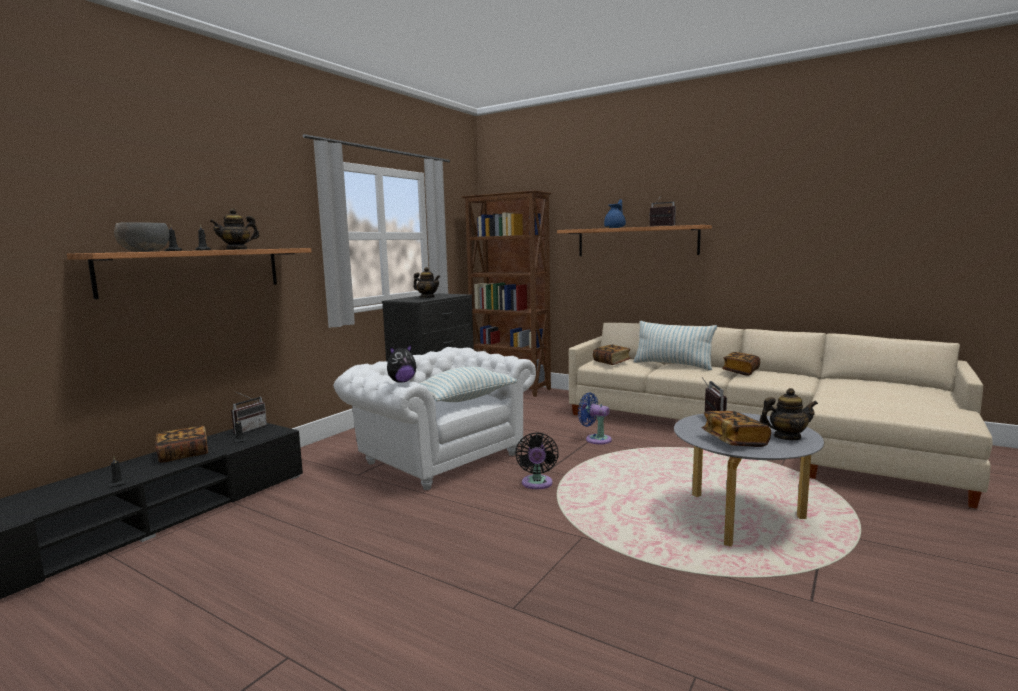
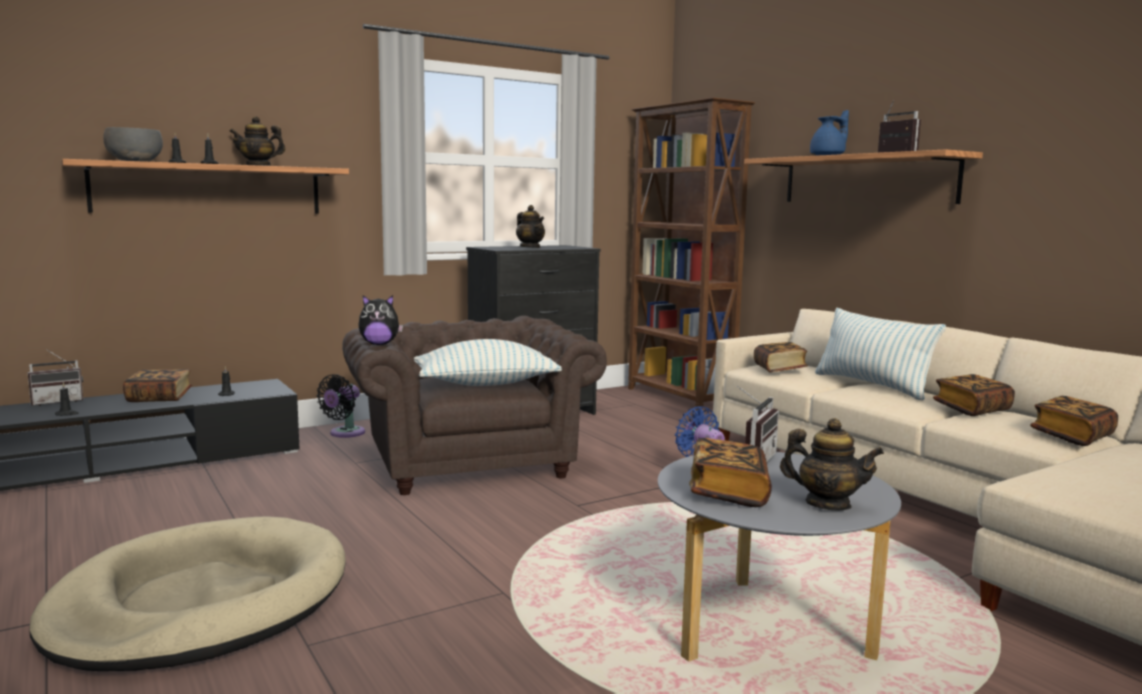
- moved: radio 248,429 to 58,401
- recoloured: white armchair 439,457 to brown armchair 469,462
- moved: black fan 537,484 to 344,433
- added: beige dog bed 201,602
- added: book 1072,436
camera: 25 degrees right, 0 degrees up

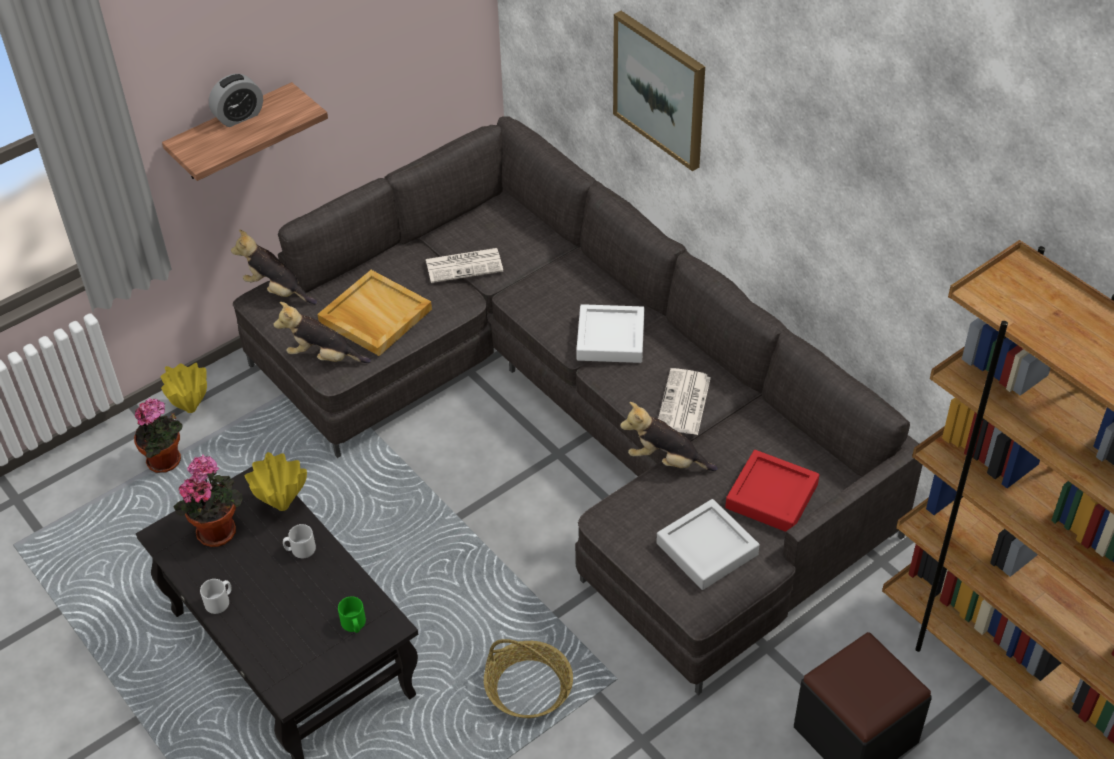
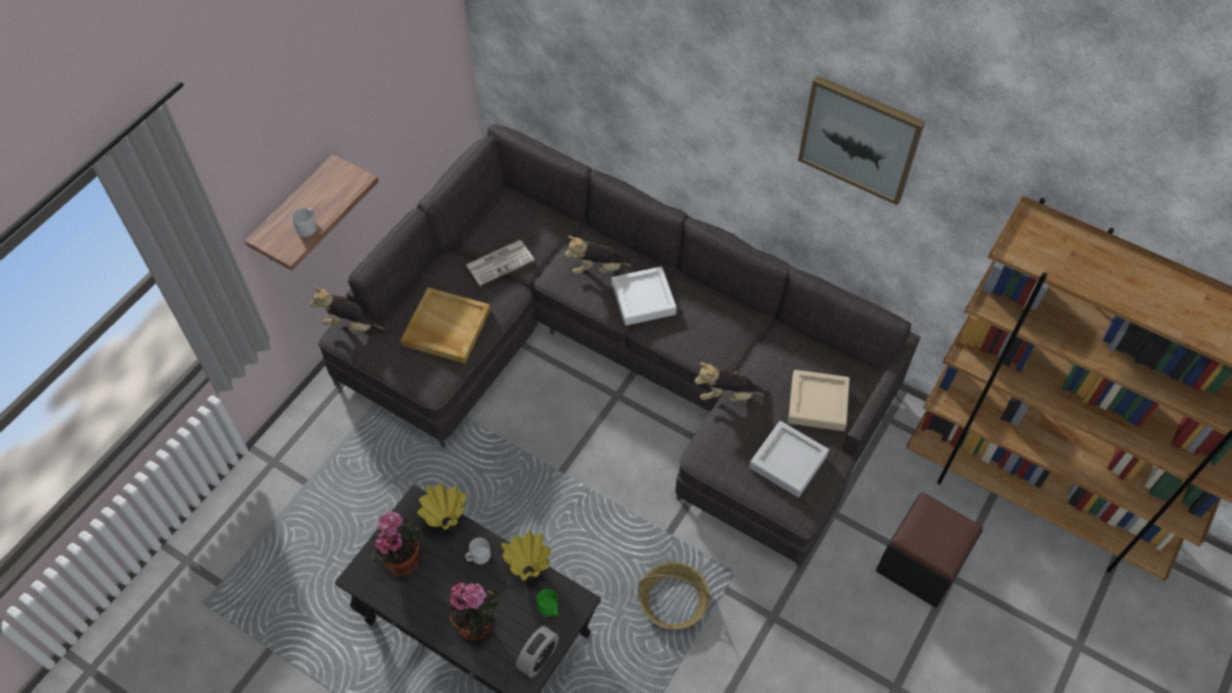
- moved: potted plant 167,461 to 478,624
- moved: yellow vase 191,409 to 529,571
- moved: grey mug 220,602 to 308,227
- moved: alarm clock 239,117 to 538,657
- moved: plush toy 323,357 to 599,269
- moved: picture 660,89 to 860,139
- removed: newspaper 684,403
- recoloured: red tray 771,496 to beige tray 817,403
camera: 20 degrees left, 10 degrees up

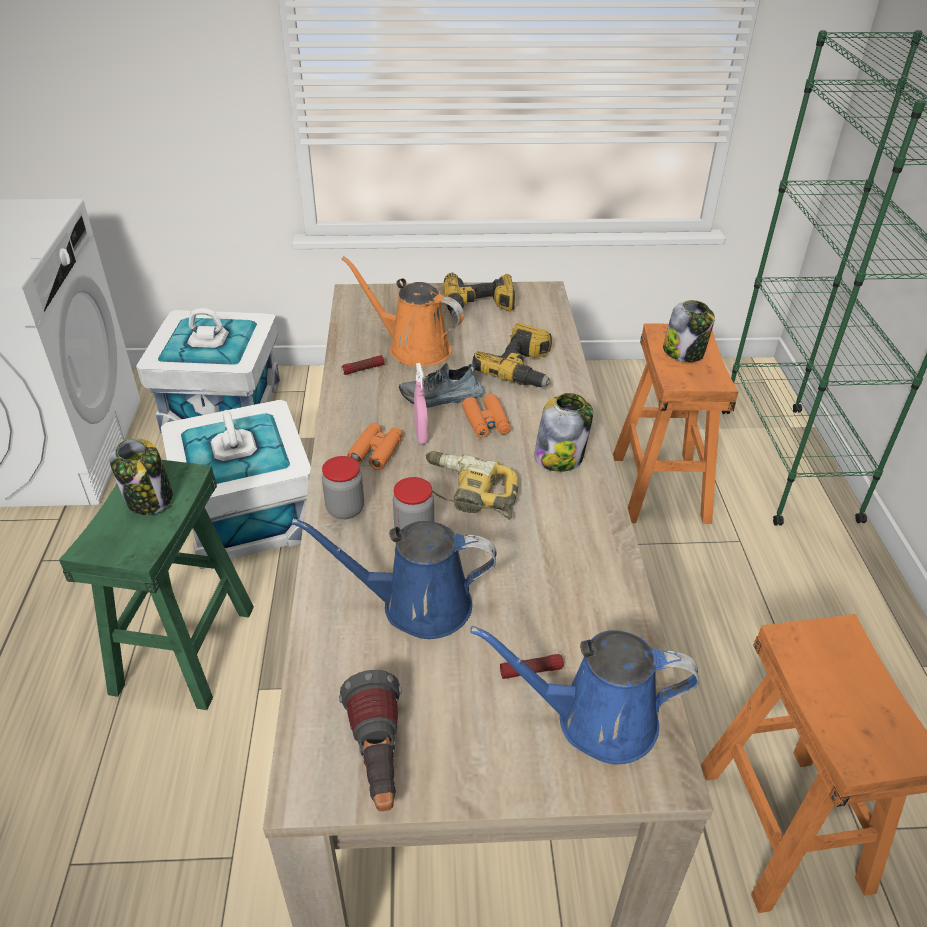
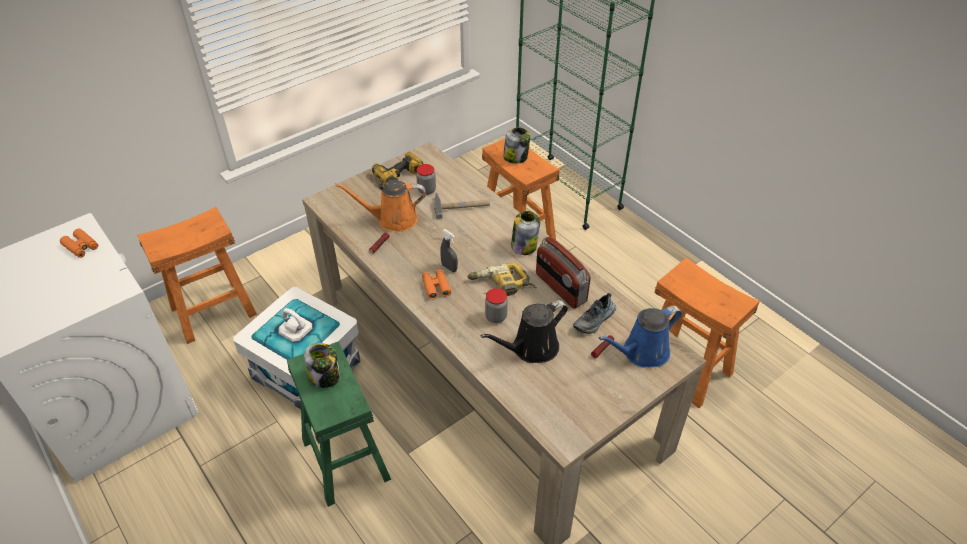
- replaced: white storage box 222,404 to orange stool 213,310
- recoloured: blue watering can 417,605 to black watering can 531,348
- moved: jar 345,509 to 426,190
- removed: flashlight 378,759
- moved: shoe 441,398 to 595,320
- recoloured: pink spray bottle 421,436 to grey spray bottle 449,267
- moved: orange binoculars 486,422 to 81,247
- replaced: power drill 522,369 to hammer 461,206
- added: radio 560,288
camera: 35 degrees left, 5 degrees up

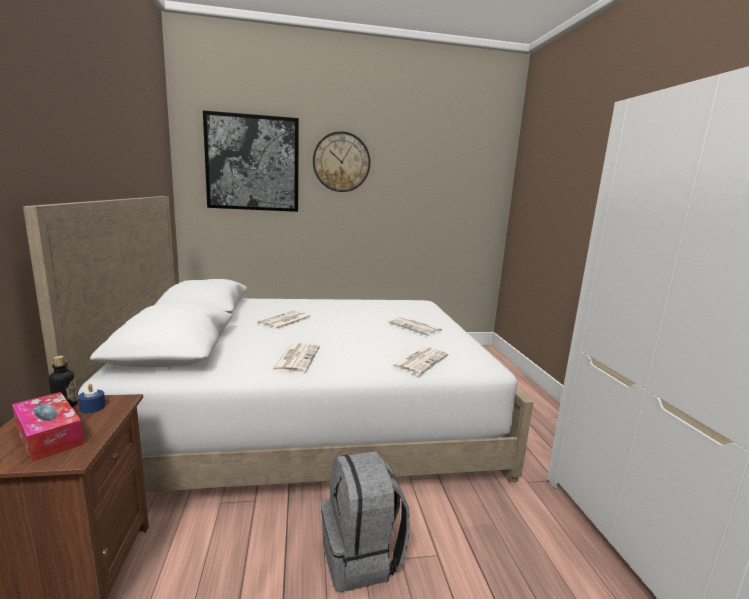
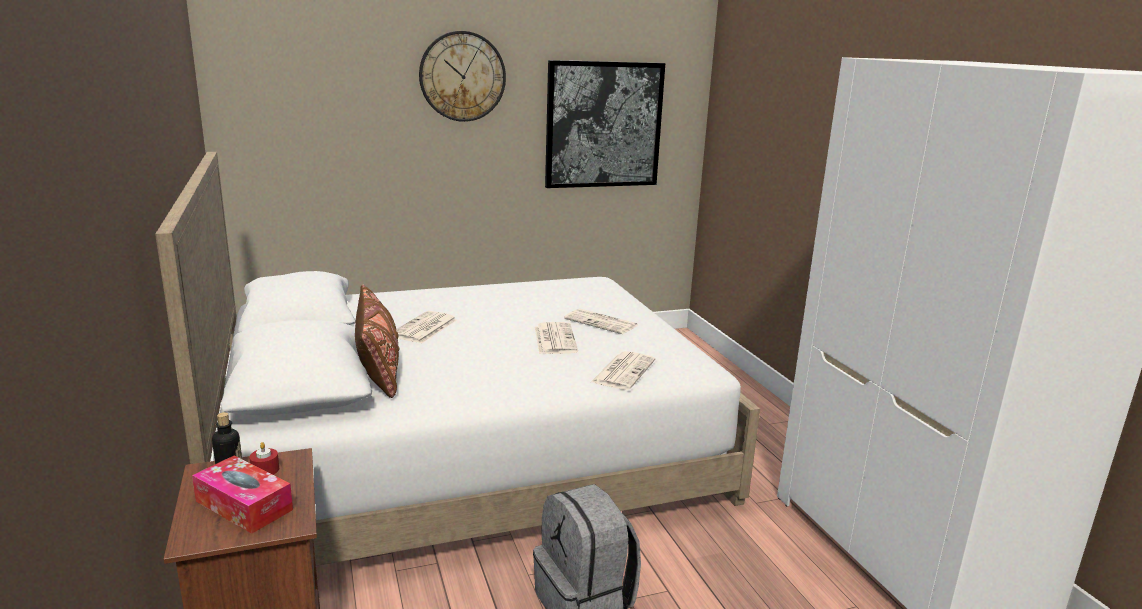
- recoloured: blue candle 92,407 to red candle 265,470
- moved: picture 253,163 to 603,125
- moved: newspaper 296,358 to 554,339
- added: brown pillow 378,369
camera: 10 degrees left, 5 degrees up

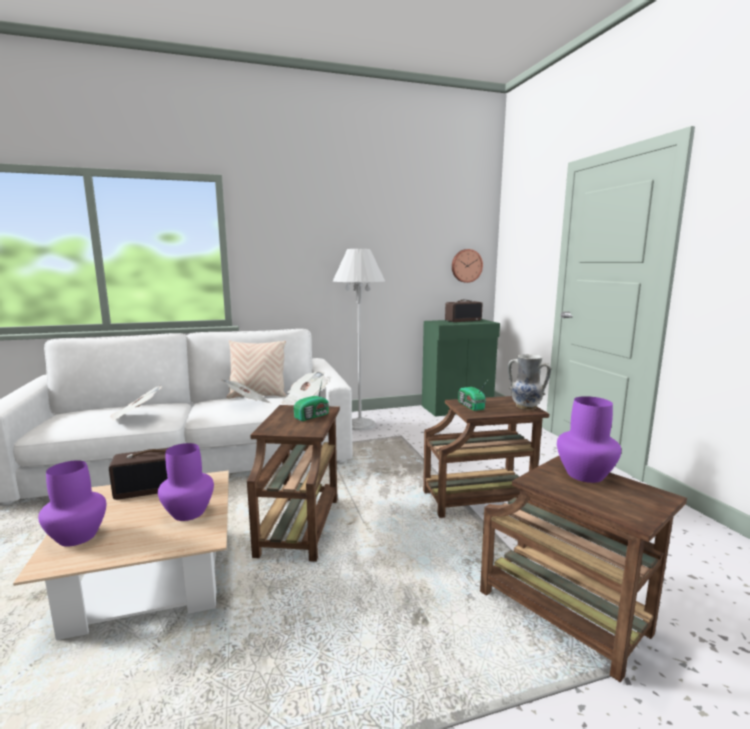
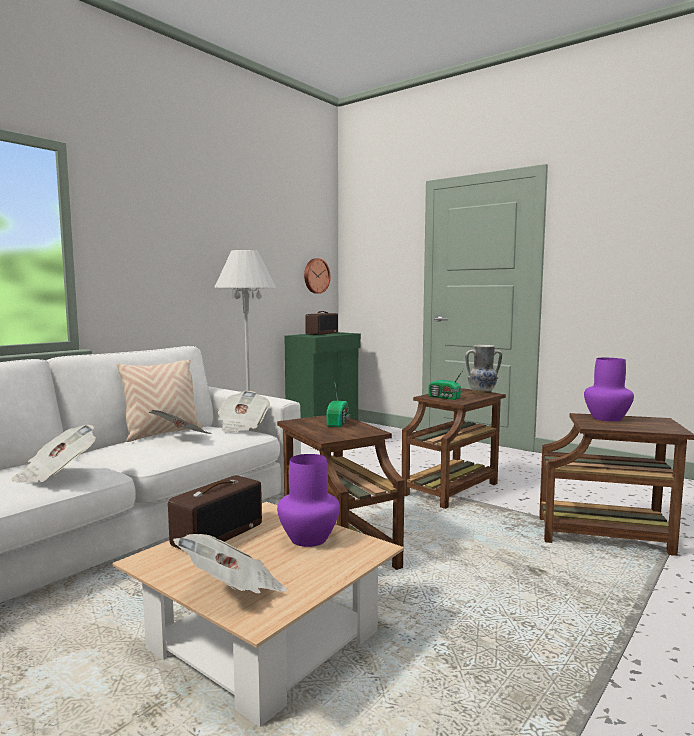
- replaced: purple vase 78,536 to newspaper 233,591
camera: 35 degrees left, 5 degrees down

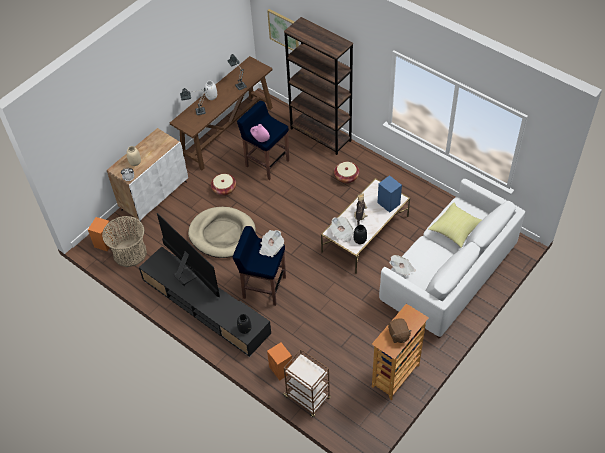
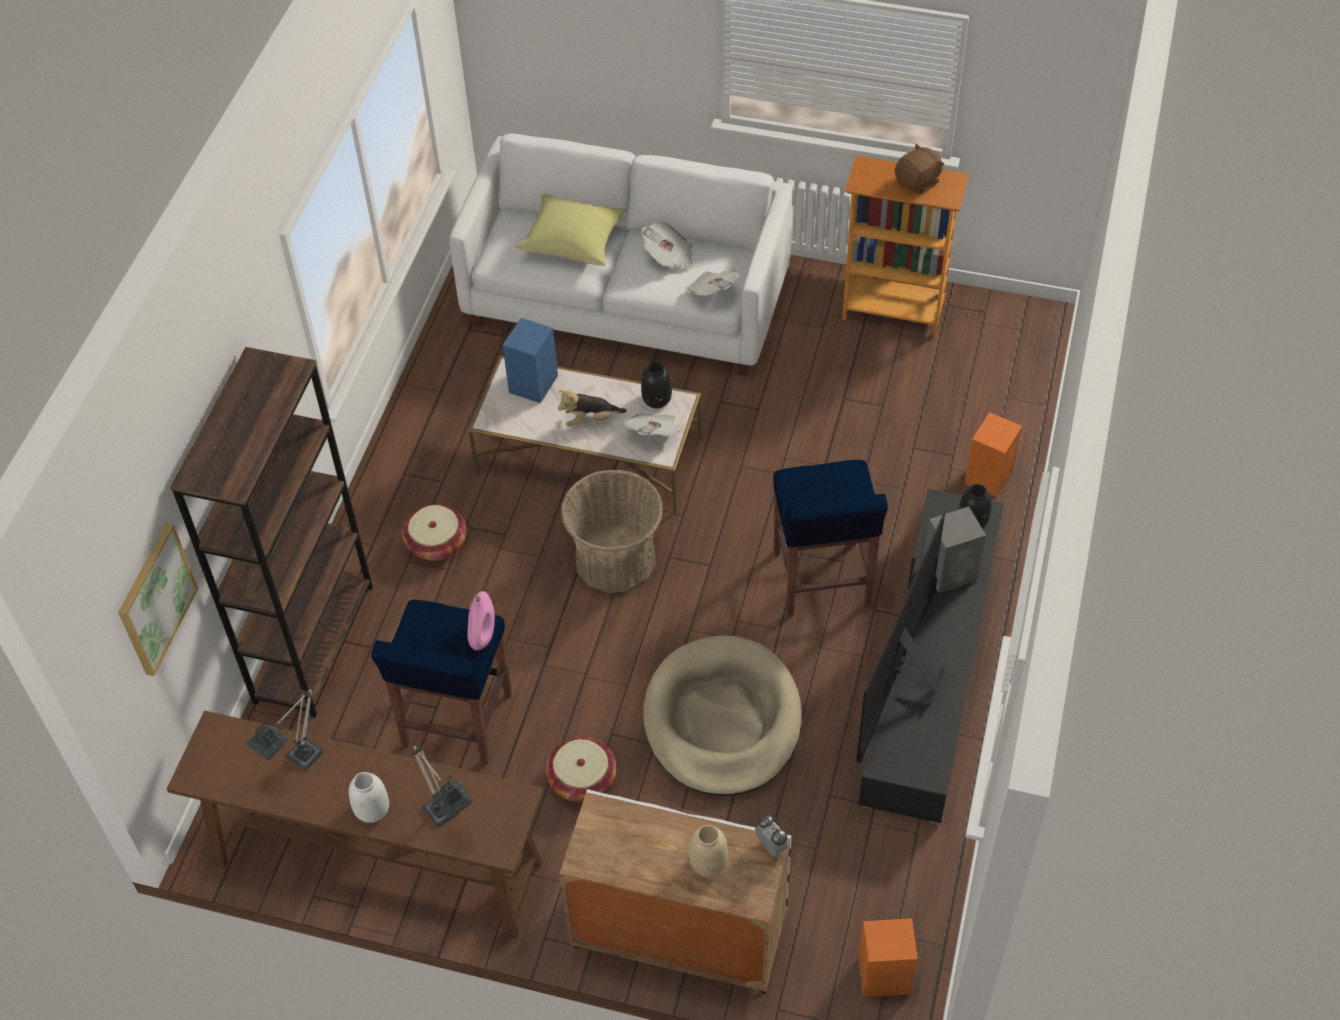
- moved: basket 130,253 to 615,560
- moved: newspaper 271,248 to 669,257
- removed: brown cart 307,398
- added: grey speaker 951,571
camera: 115 degrees left, 0 degrees up

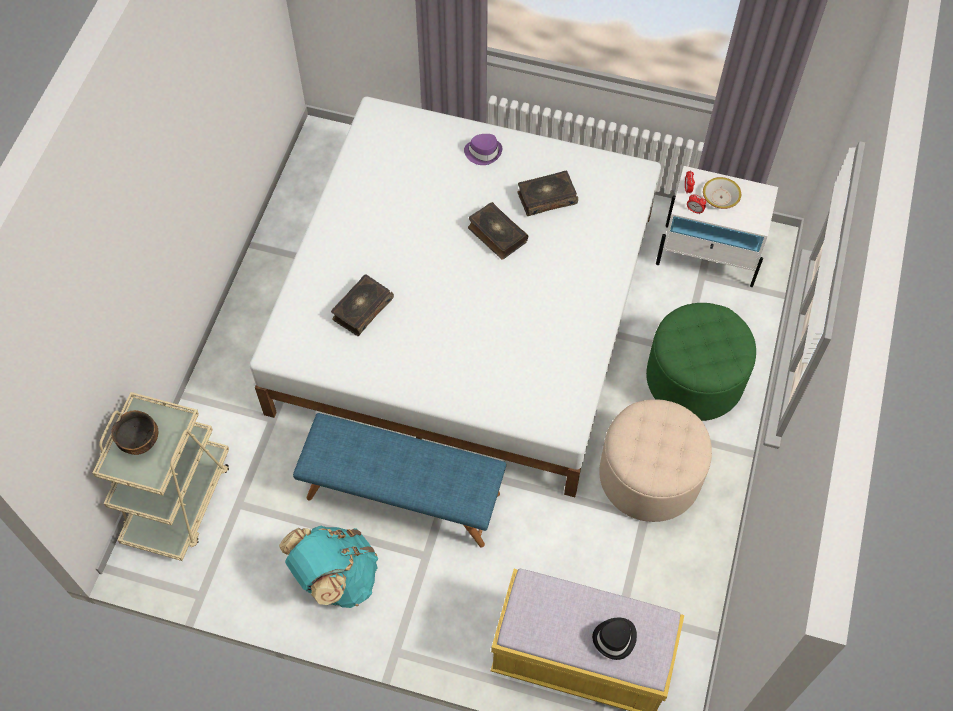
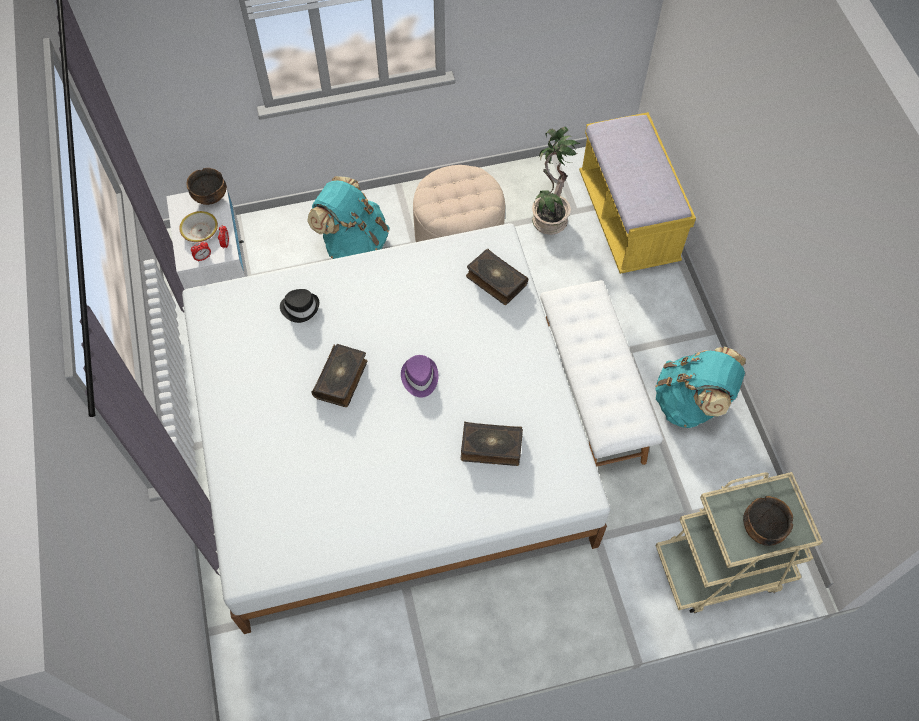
- recoloured: blue bench 403,494 to white bench 590,393
- moved: purple hat 483,152 to 419,377
- moved: book 546,198 to 495,281
- moved: black hat 615,639 to 300,307
- replaced: green ottoman 694,378 to turquoise backpack 354,243
- added: bowl 210,197
- added: potted plant 548,219
camera: 120 degrees left, 0 degrees up

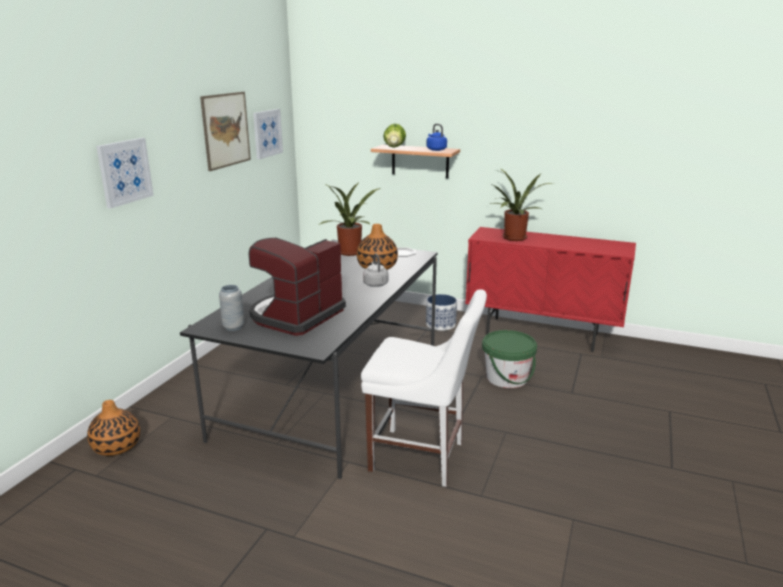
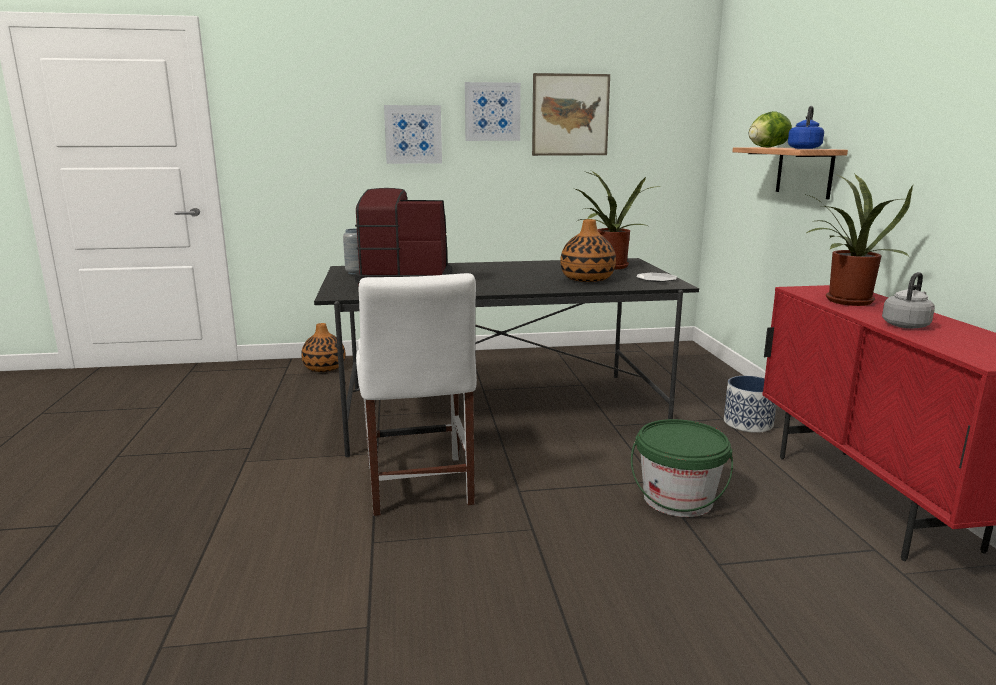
- moved: picture 267,133 to 492,112
- moved: grey kettle 375,284 to 906,325
camera: 60 degrees right, 5 degrees down

